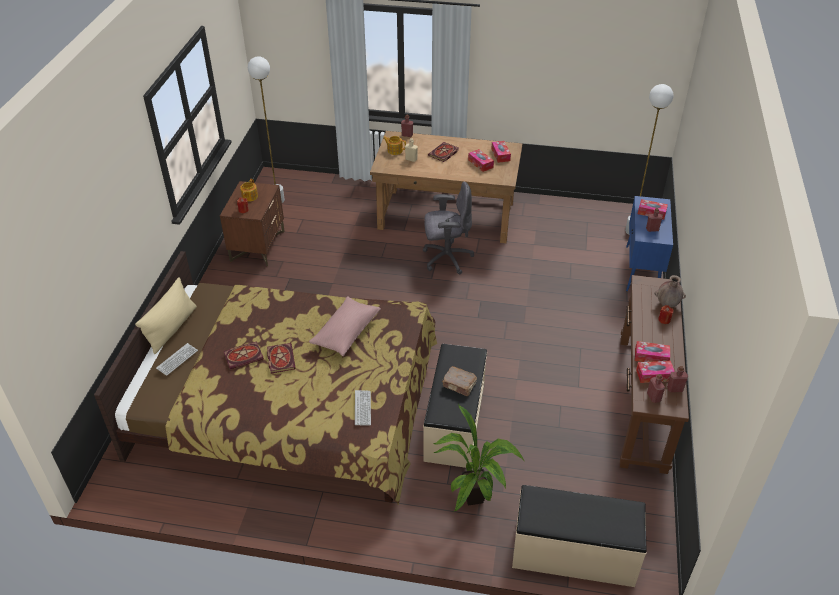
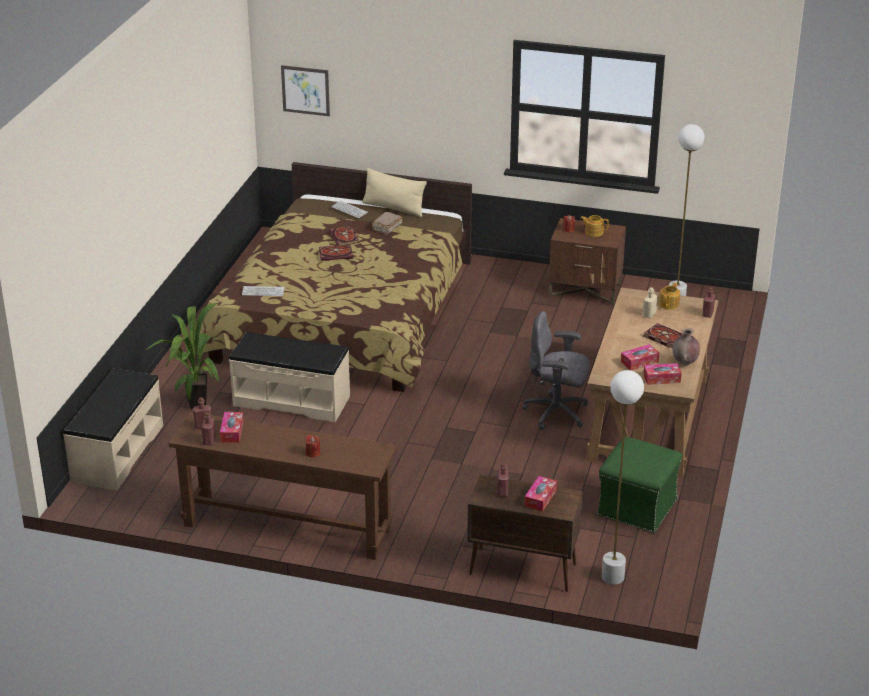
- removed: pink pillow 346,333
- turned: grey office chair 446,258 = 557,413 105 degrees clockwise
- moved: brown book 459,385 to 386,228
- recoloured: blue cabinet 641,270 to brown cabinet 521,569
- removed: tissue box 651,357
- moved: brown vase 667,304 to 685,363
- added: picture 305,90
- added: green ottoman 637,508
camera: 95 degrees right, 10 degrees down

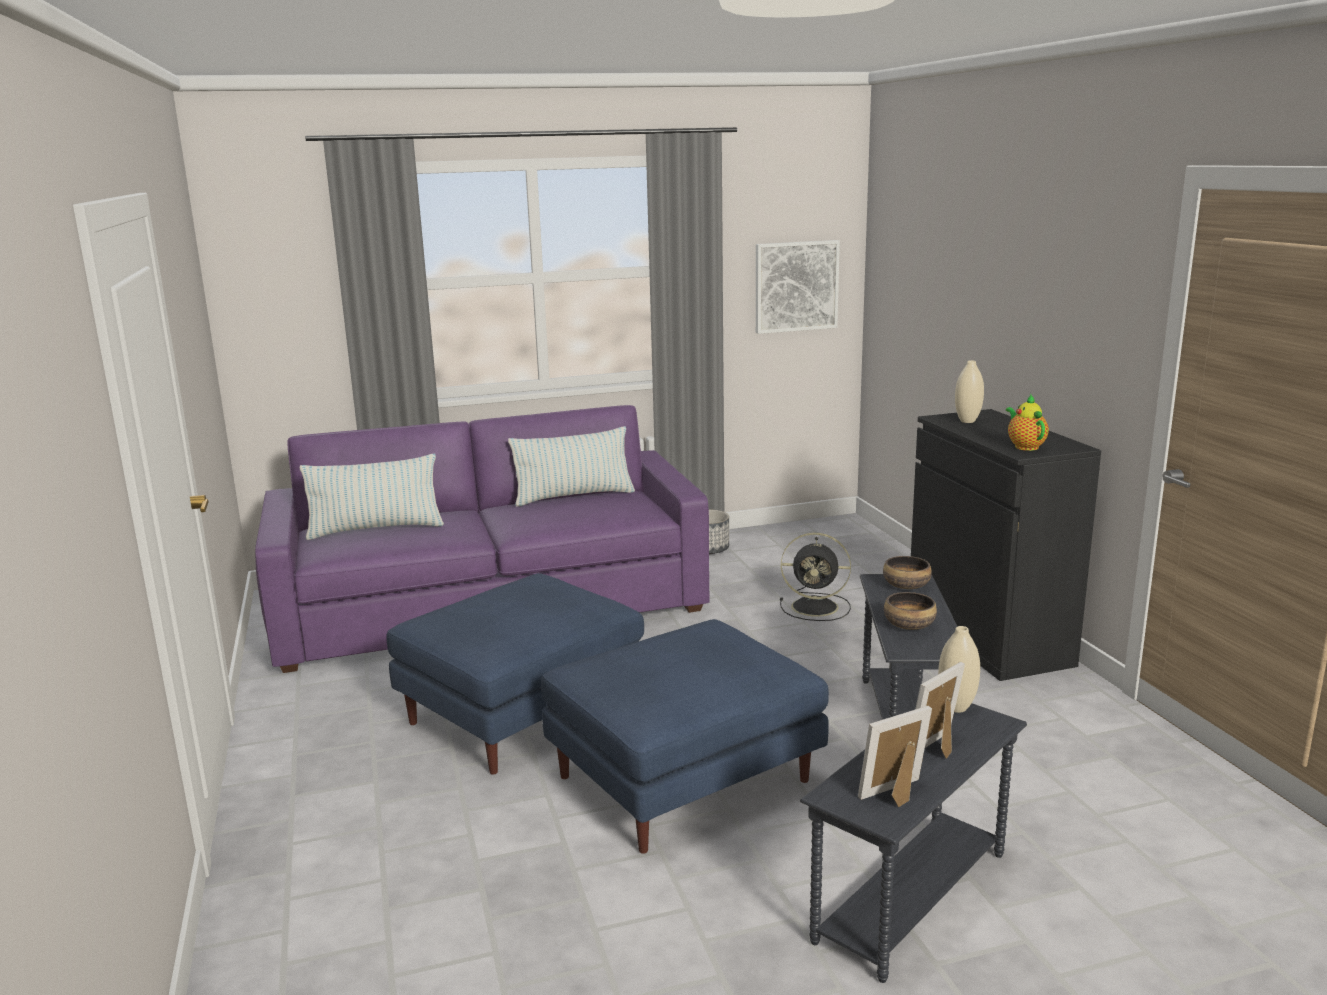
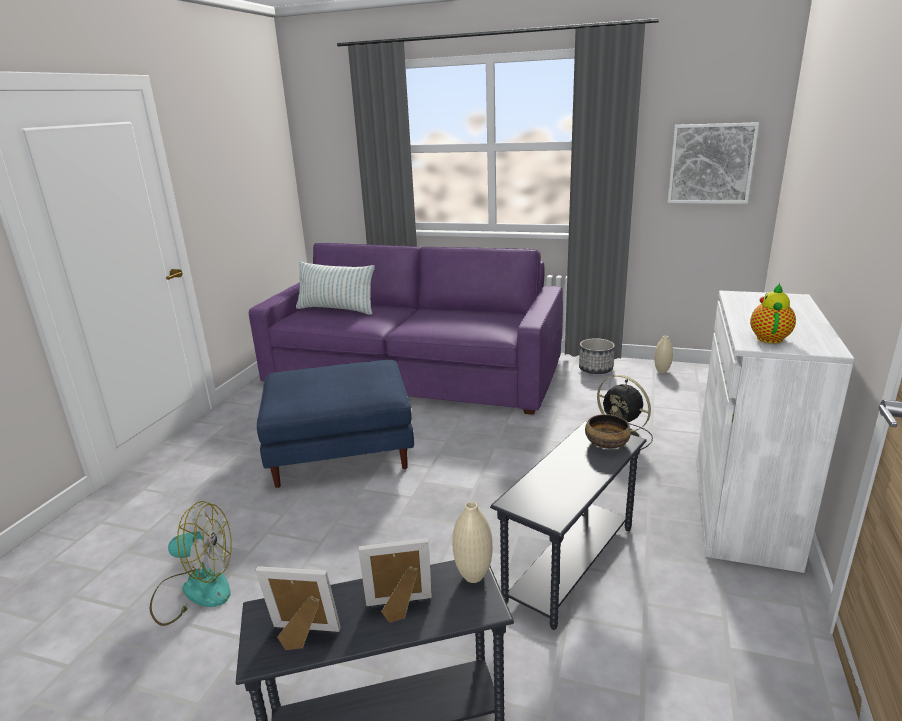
- removed: pillow 574,496
- removed: blue ottoman 685,777
- removed: bowl 908,625
- recoloured: black cabinet 987,636 to white cabinet 743,510
- moved: beige vase 967,421 to 662,371
- added: fan 194,590
camera: 35 degrees right, 5 degrees up

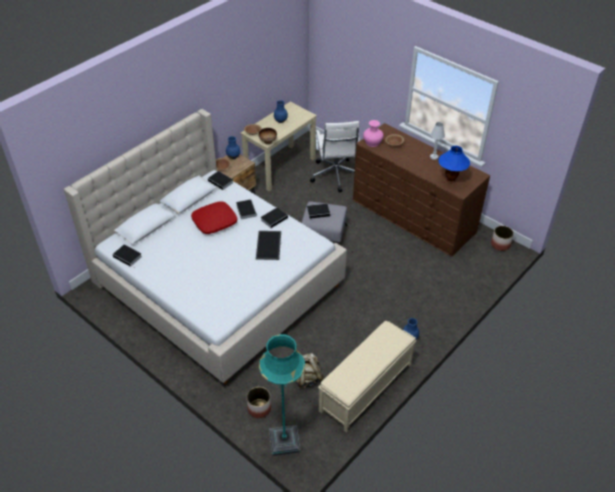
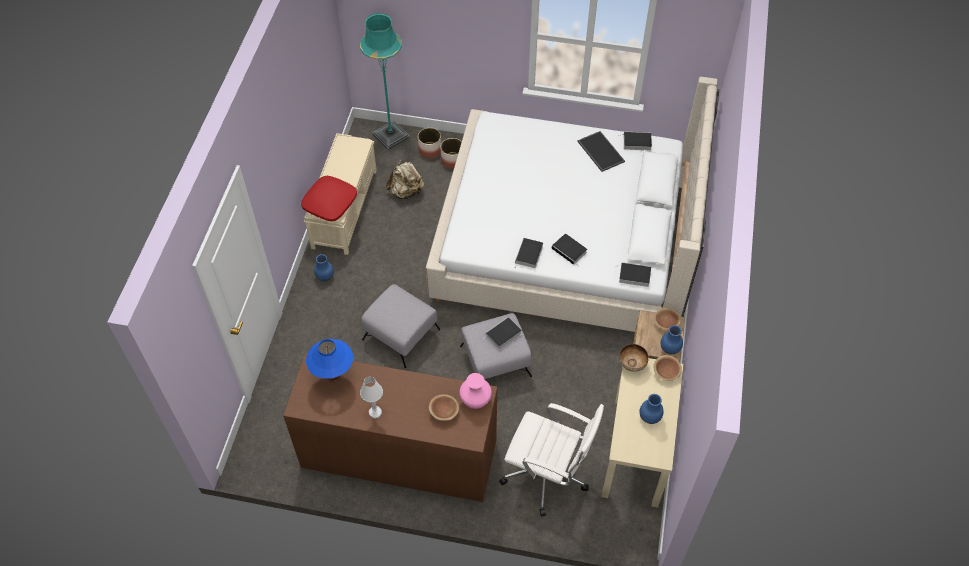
- moved: red pillow 214,222 to 329,202
- moved: tray 269,245 to 600,151
- turned: white office chair 335,176 = 547,475 150 degrees clockwise
- moved: planter 500,244 to 452,160
- added: grey ottoman 401,334
camera: 150 degrees right, 10 degrees up

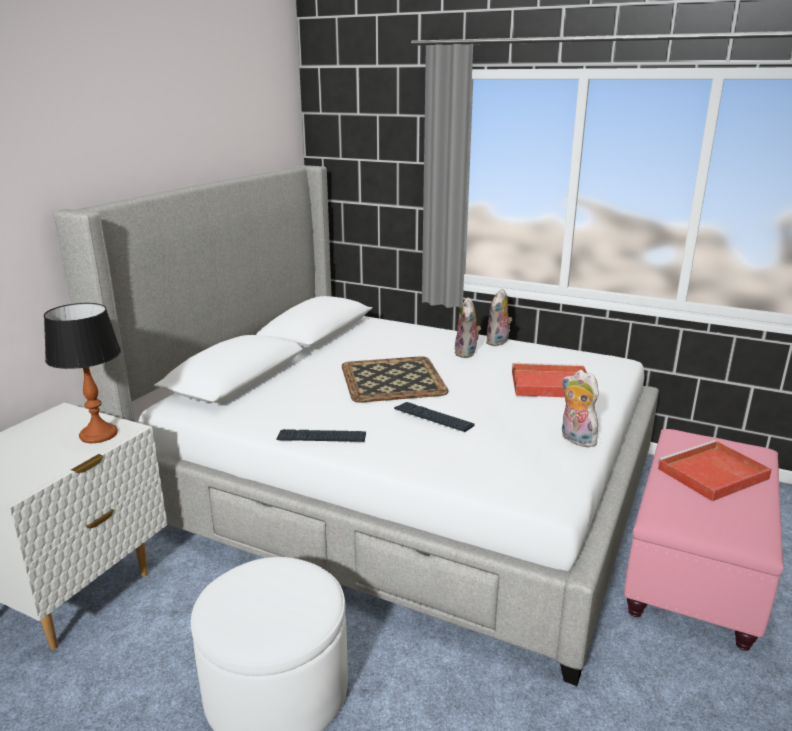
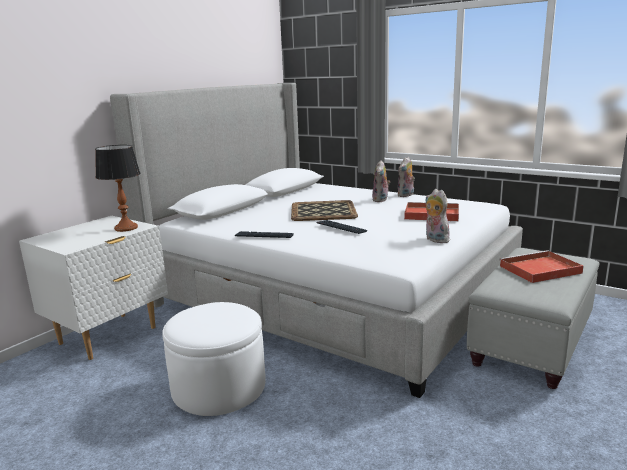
- recoloured: pink ottoman 695,568 to grey ottoman 531,343
camera: 10 degrees right, 5 degrees down

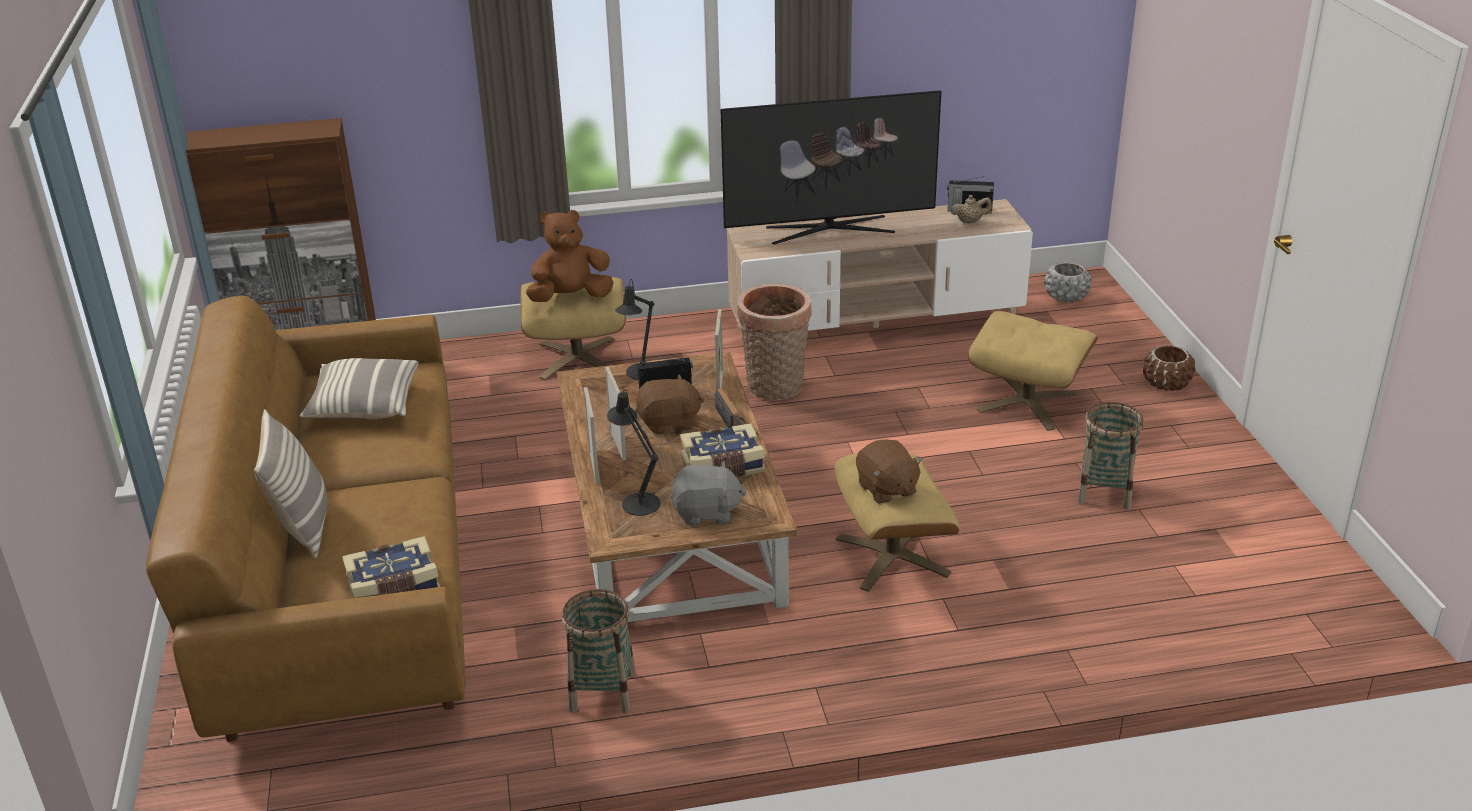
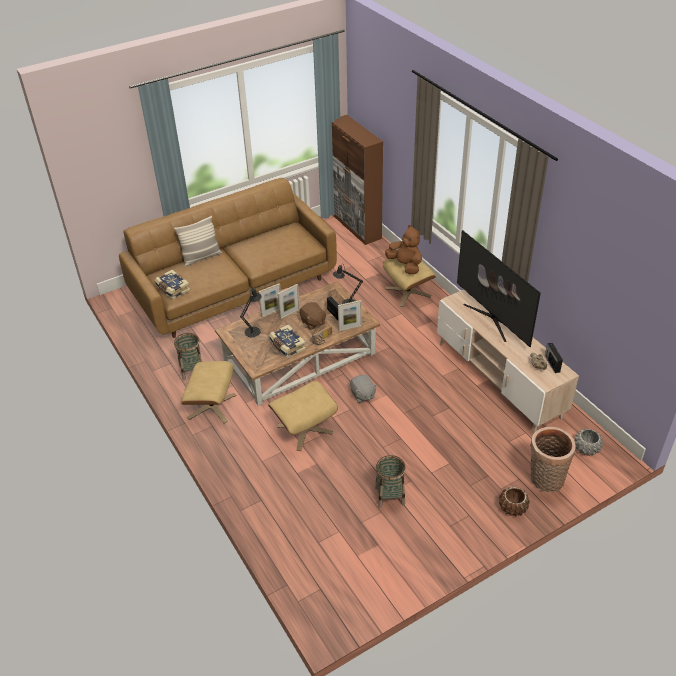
- removed: pillow 364,406
- moved: grey plush toy 707,513 to 362,395
- moved: basket 775,389 to 545,480
- removed: brown plush toy 886,489
- moved: beige ottoman 1028,402 to 212,406
camera: 70 degrees right, 10 degrees up

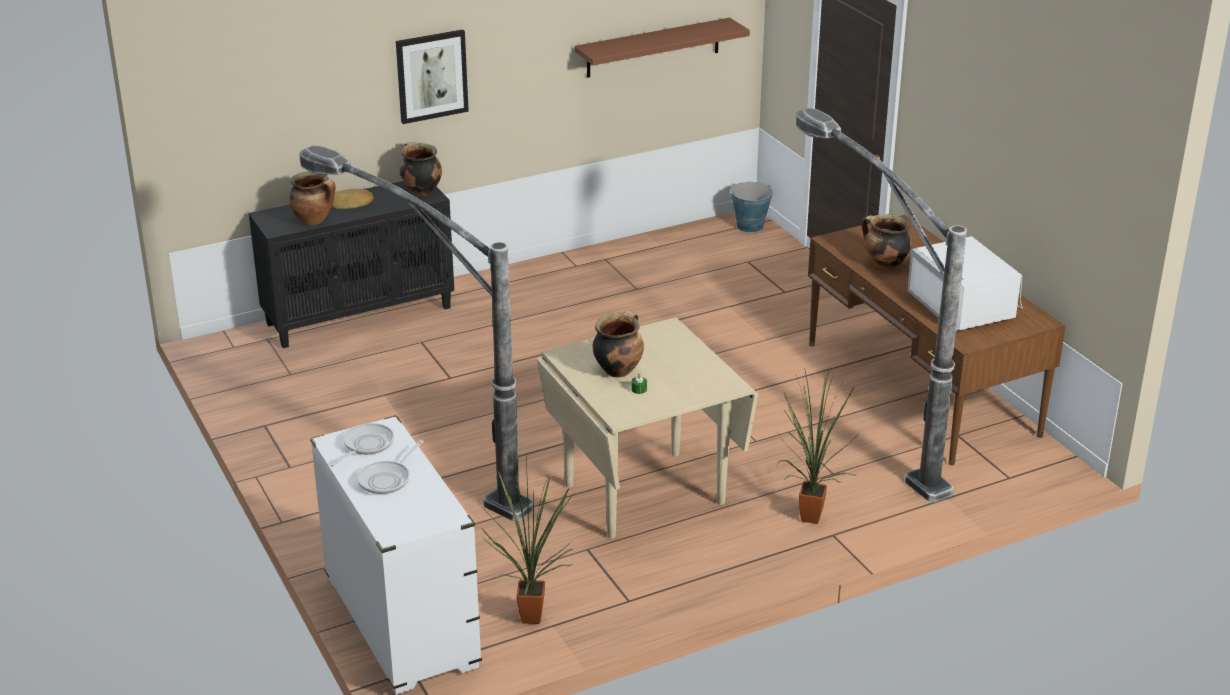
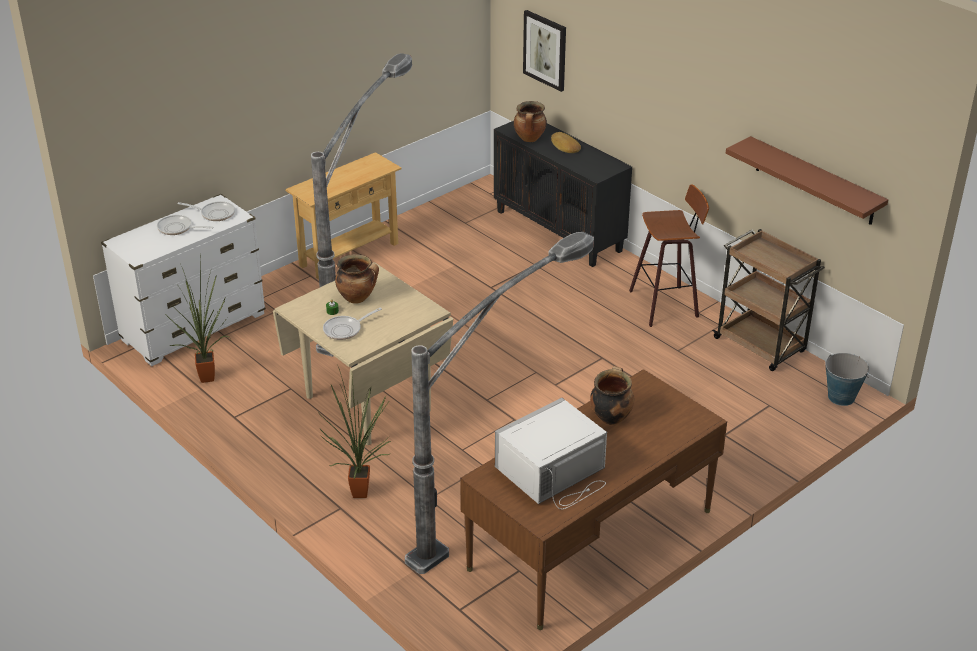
- moved: picture 431,76 to 545,50
- removed: cooking pot 421,191
- added: beige console table 349,254
- added: frying pan 345,330
- added: stool 666,304
- added: brown cart 761,346
camera: 75 degrees right, 5 degrees up

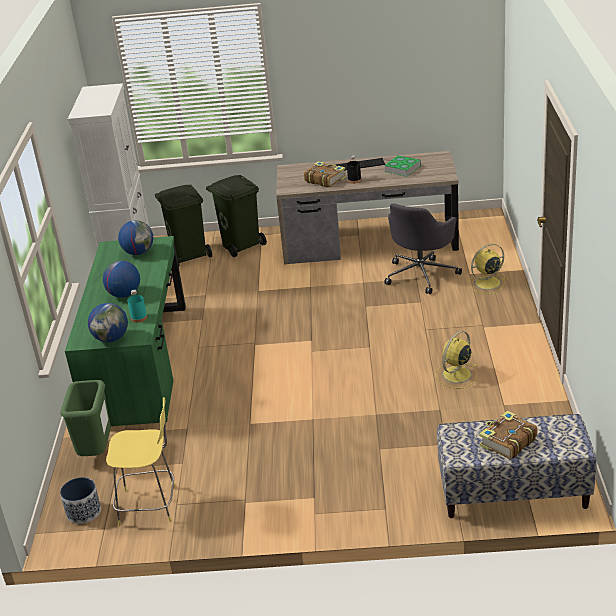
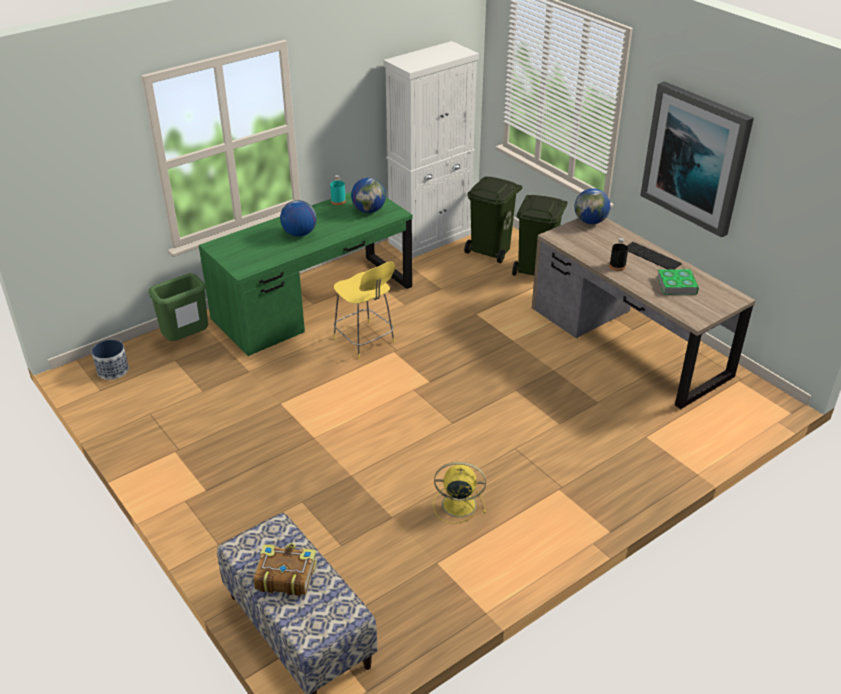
- moved: globe 111,338 to 590,222
- moved: yellow stool 150,505 to 365,341
- moved: turquoise bottle 139,317 to 338,201
- removed: book 324,179
- removed: grey office chair 421,274
- removed: yellow fan 486,283
- added: picture 696,158
camera: 50 degrees right, 5 degrees up

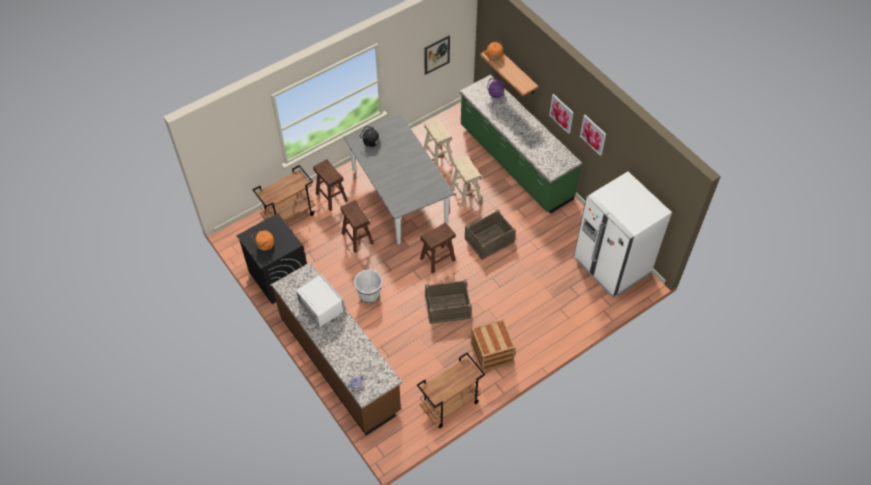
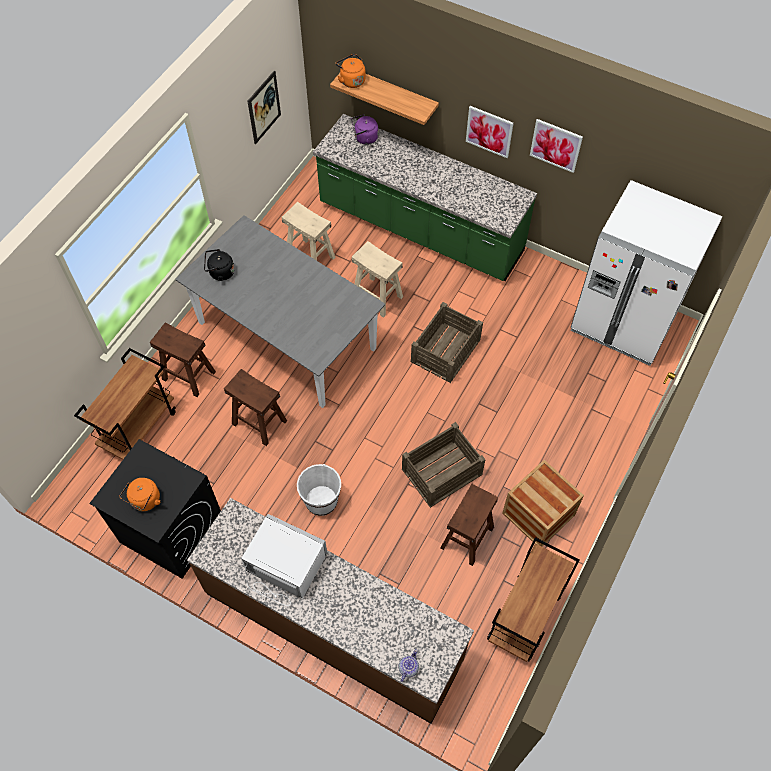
- moved: brown stool 437,259 to 467,538
camera: 25 degrees left, 5 degrees up

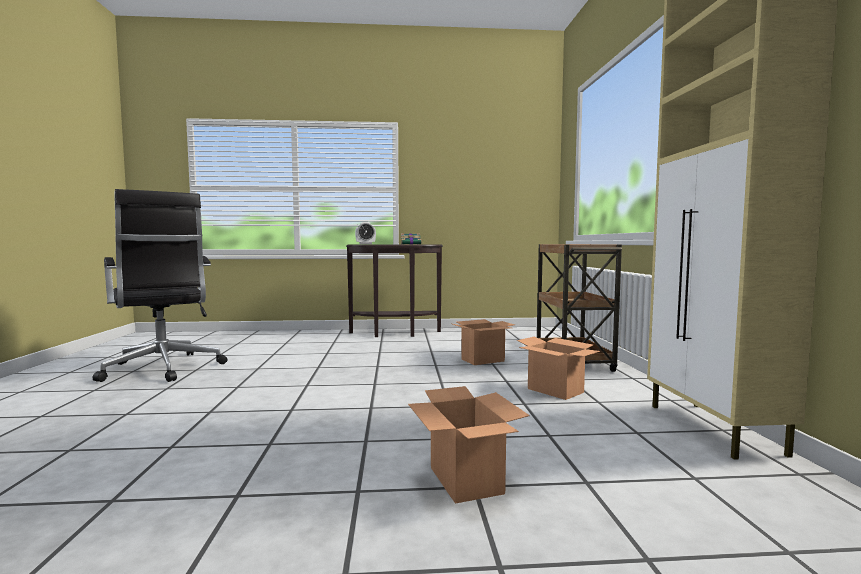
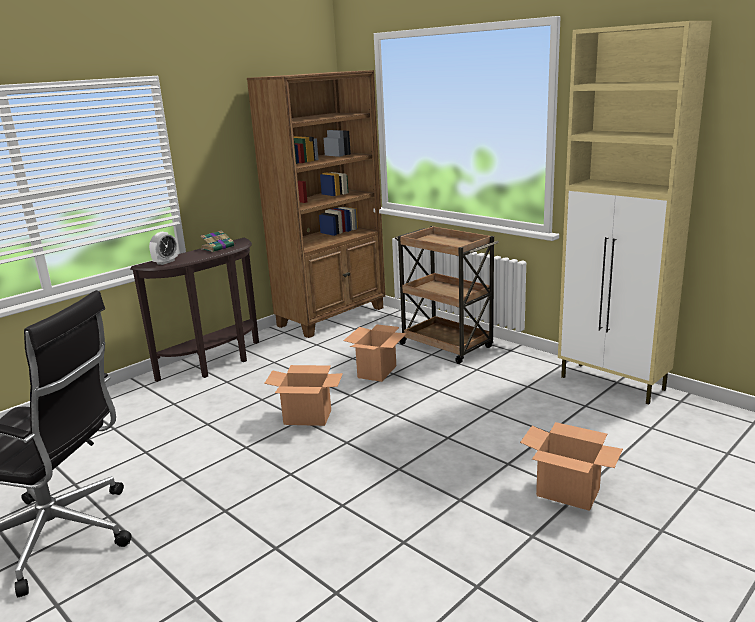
- moved: cardboard box 556,391 to 308,417
- added: brown bookcase 332,317
camera: 40 degrees left, 15 degrees up

